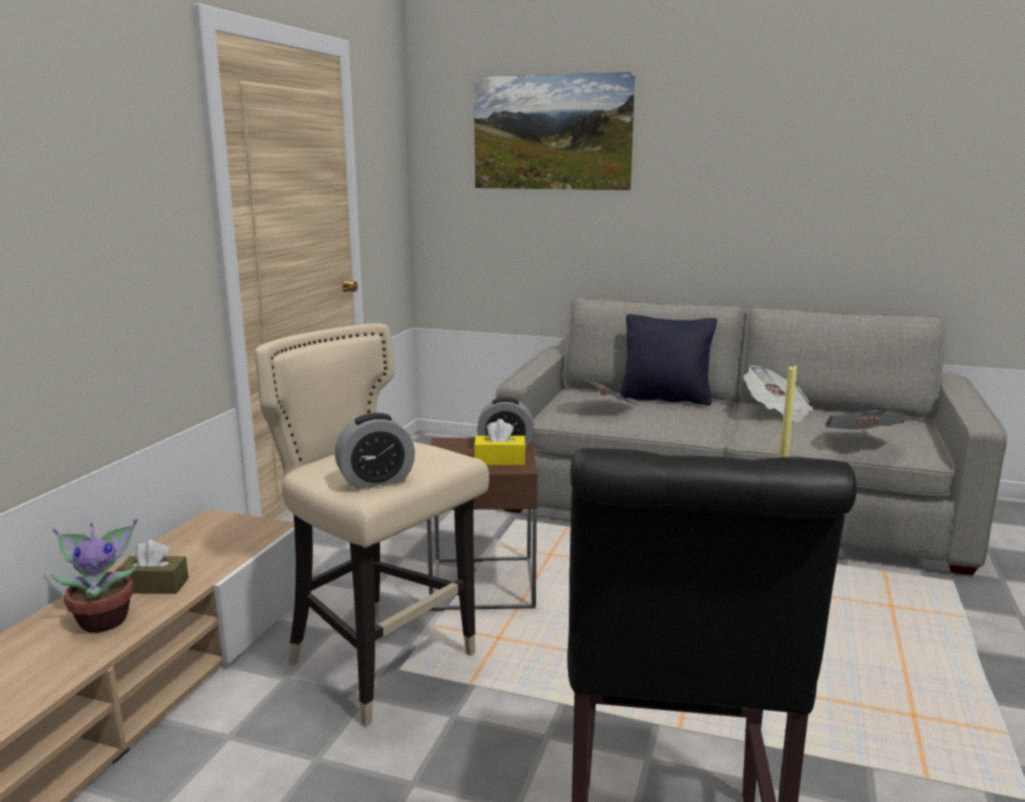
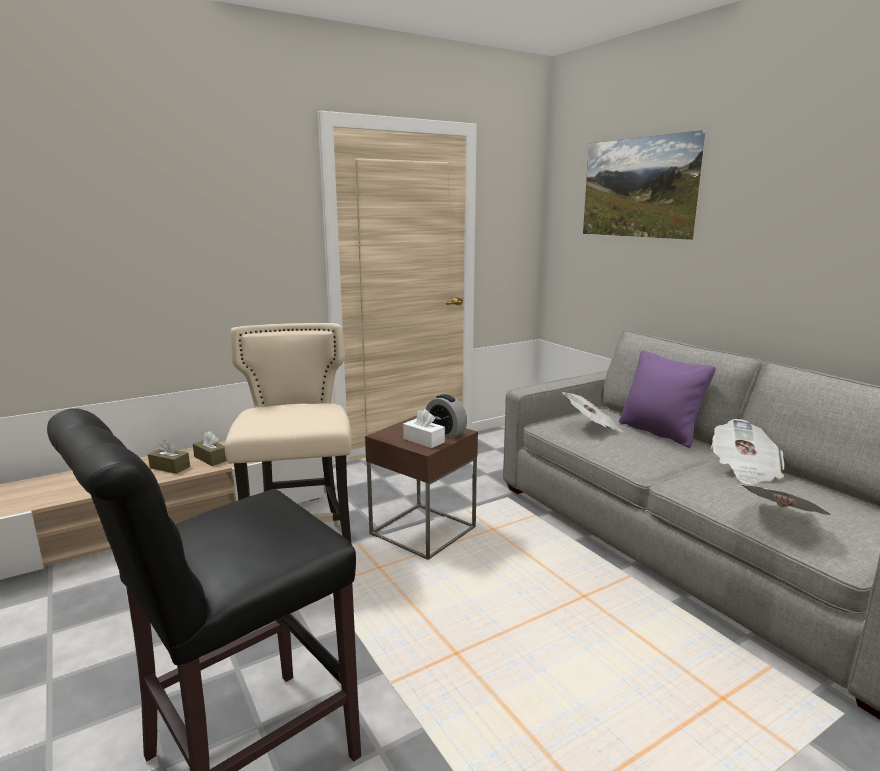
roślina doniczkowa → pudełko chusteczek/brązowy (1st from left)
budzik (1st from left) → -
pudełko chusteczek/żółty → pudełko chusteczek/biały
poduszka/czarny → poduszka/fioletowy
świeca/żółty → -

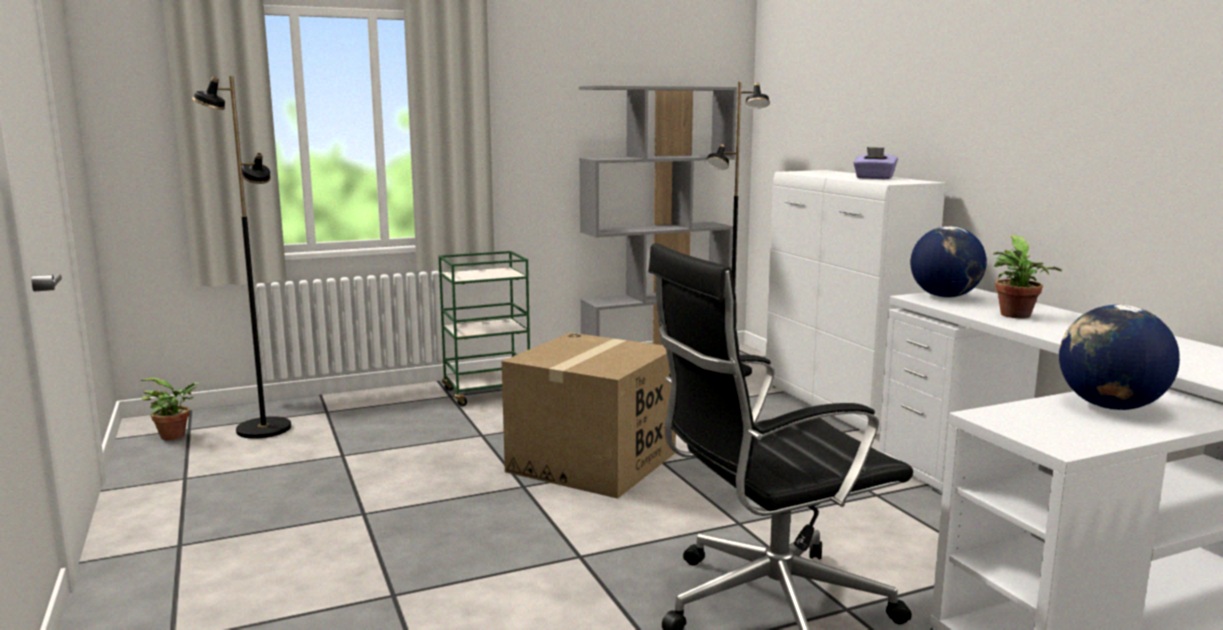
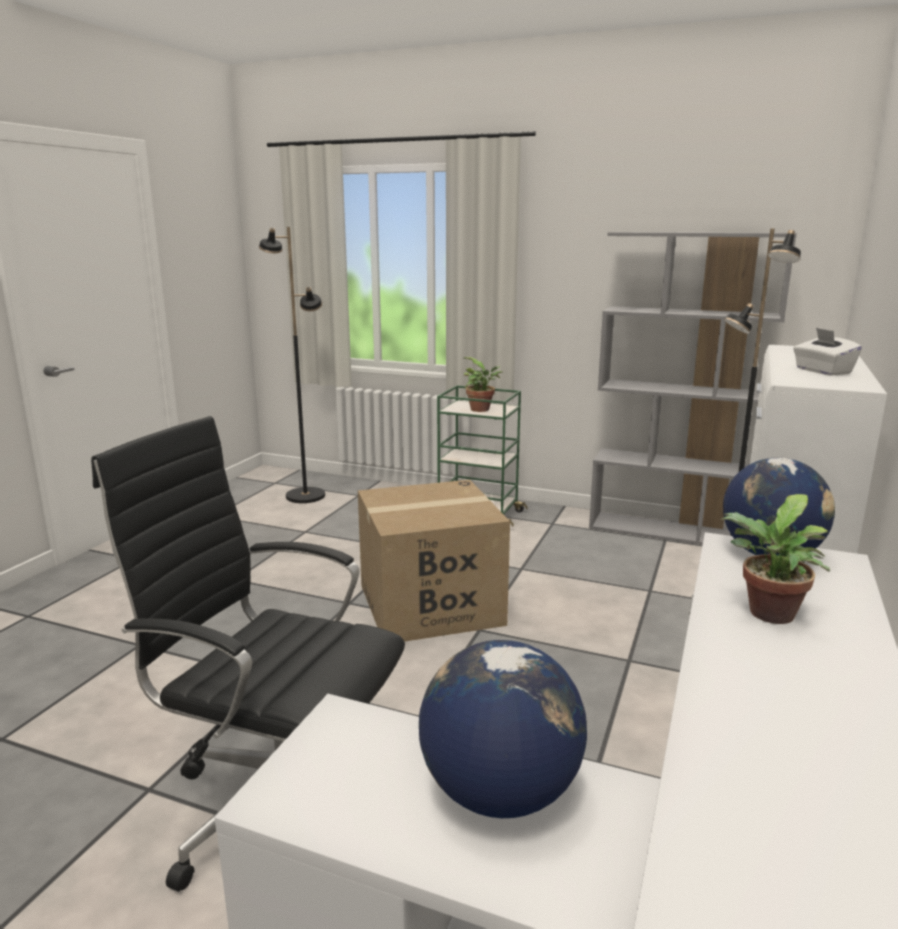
roślina doniczkowa (1st from left), move
pudełko chusteczek/fioletowy → pudełko chusteczek/biały

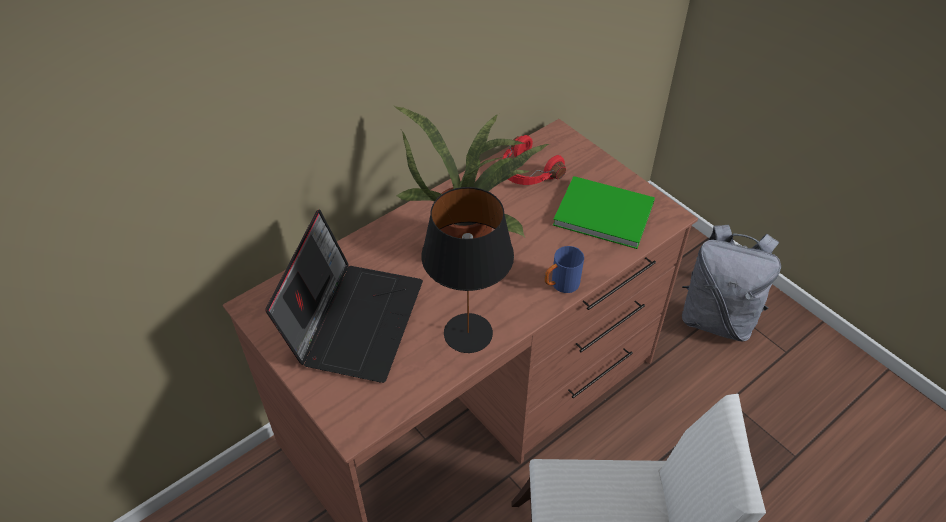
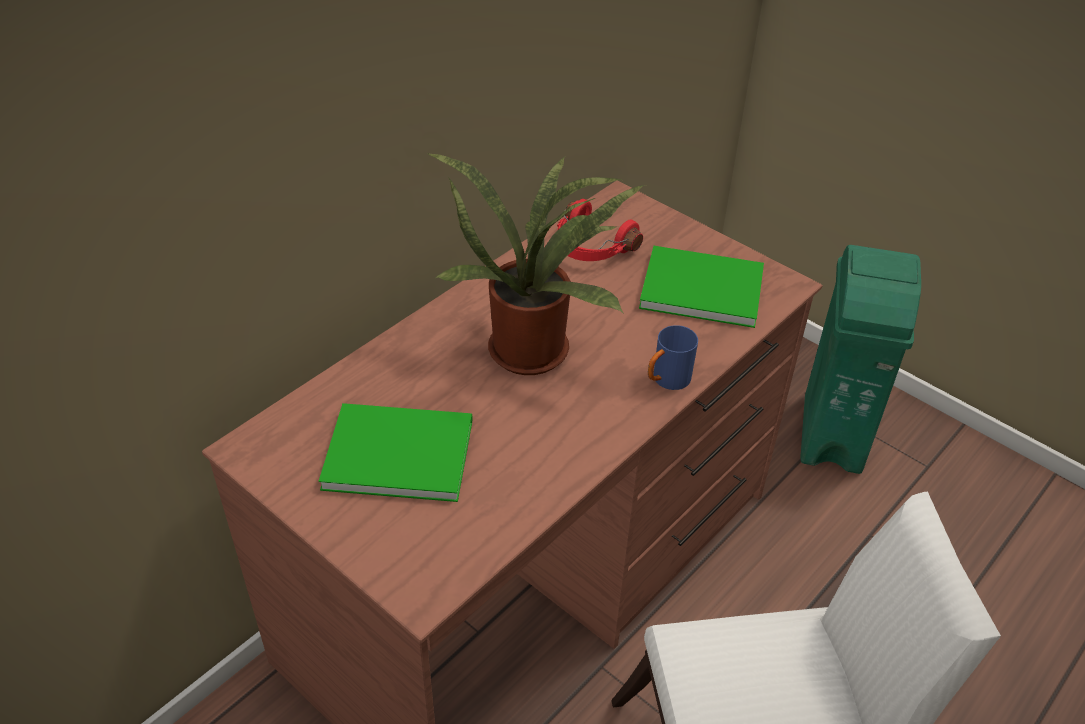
laptop → książka/zielony (1st from left)
lampa stołowa/czarny → -
plecak/szary → kosz na śmieci/zielony

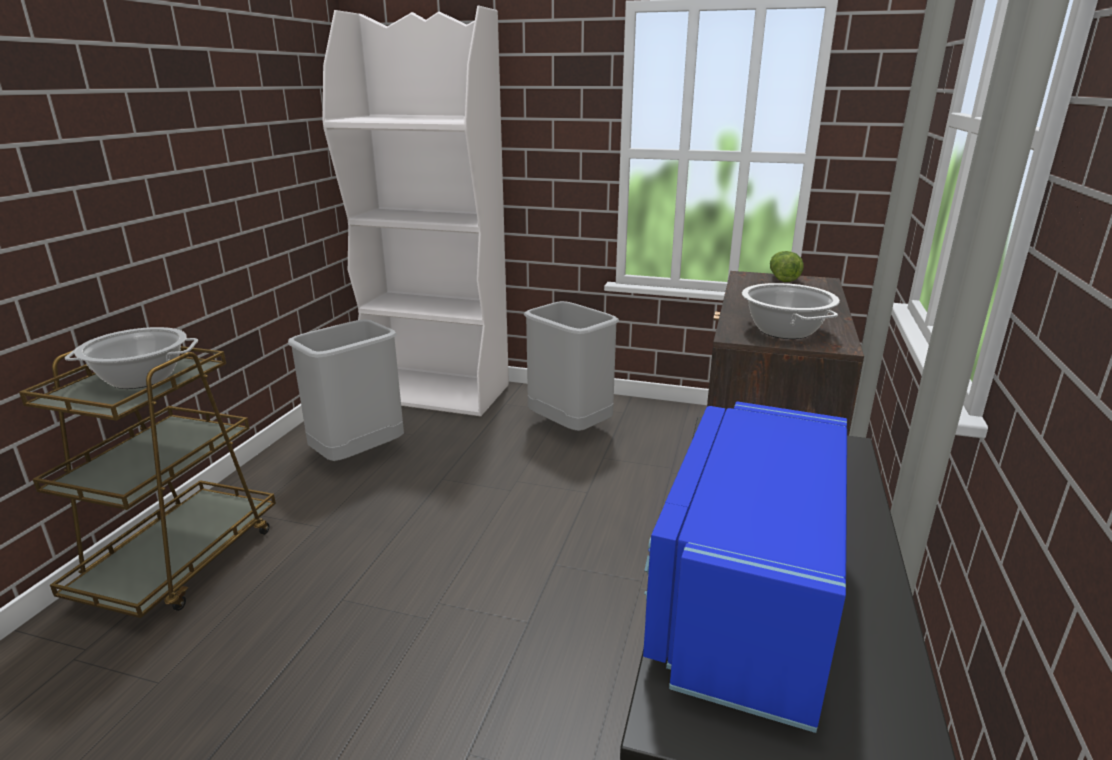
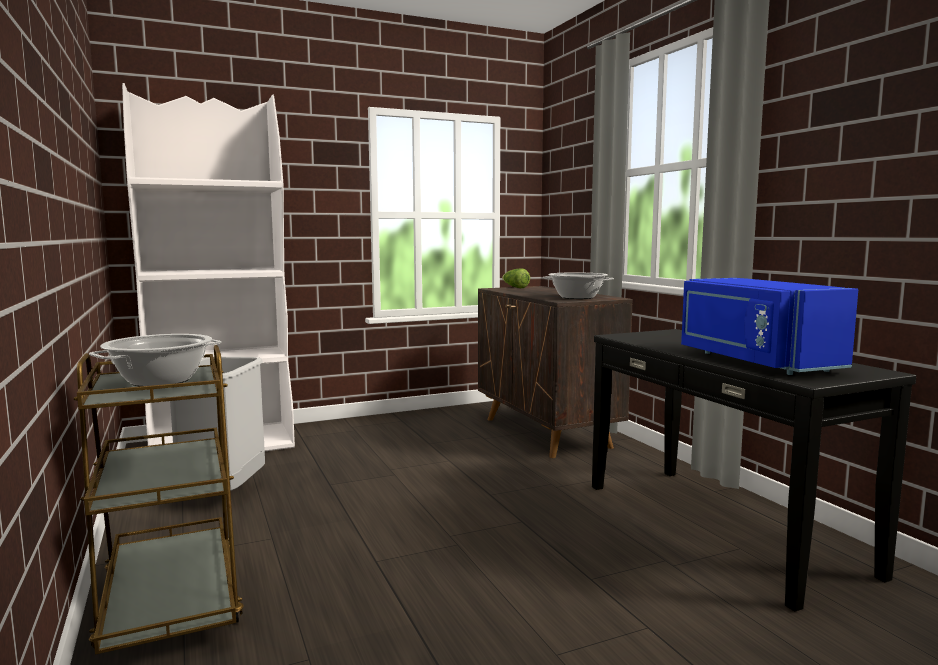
kosz na śmieci/szary (2nd from left) → -

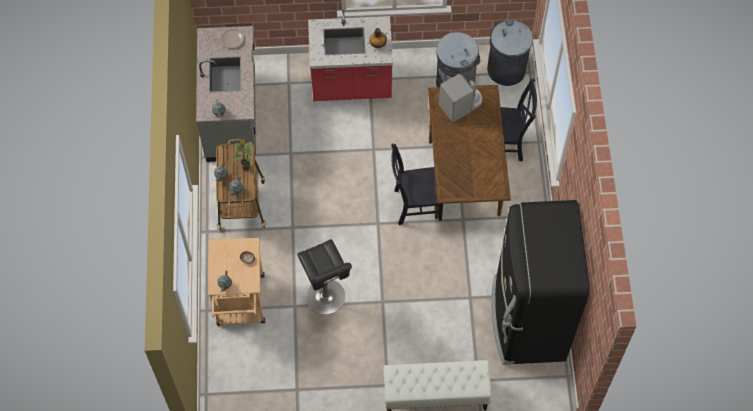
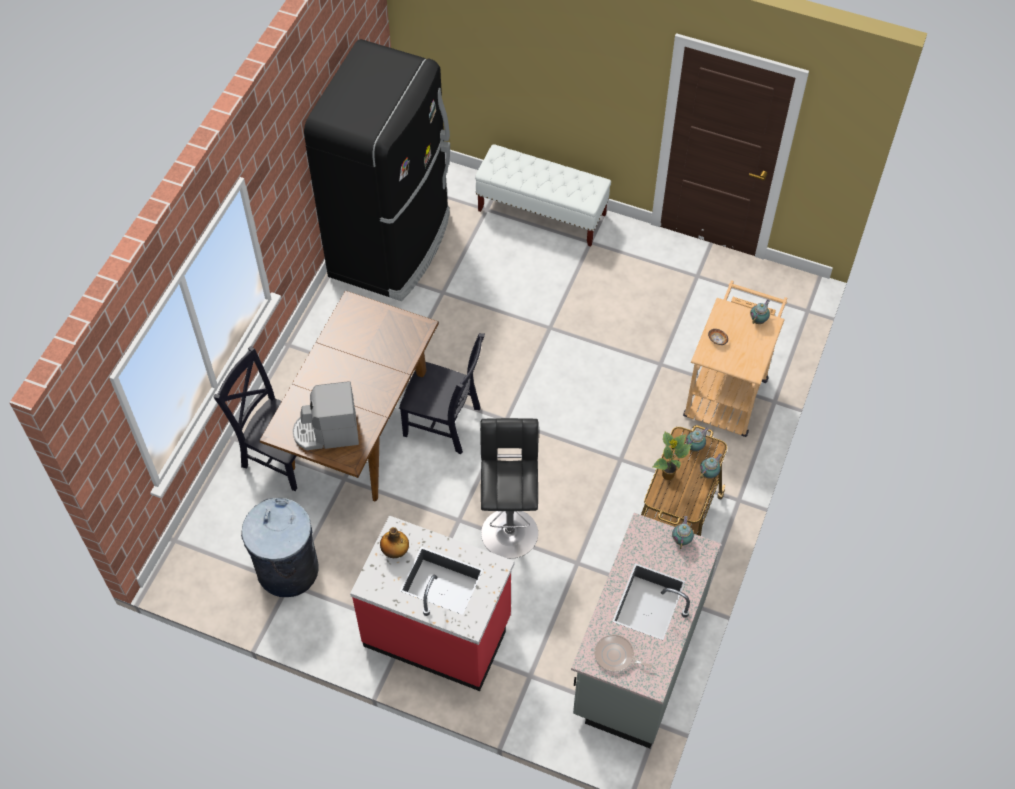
stołek/czarny, move
kosz na śmieci/szary (2nd from left) → -

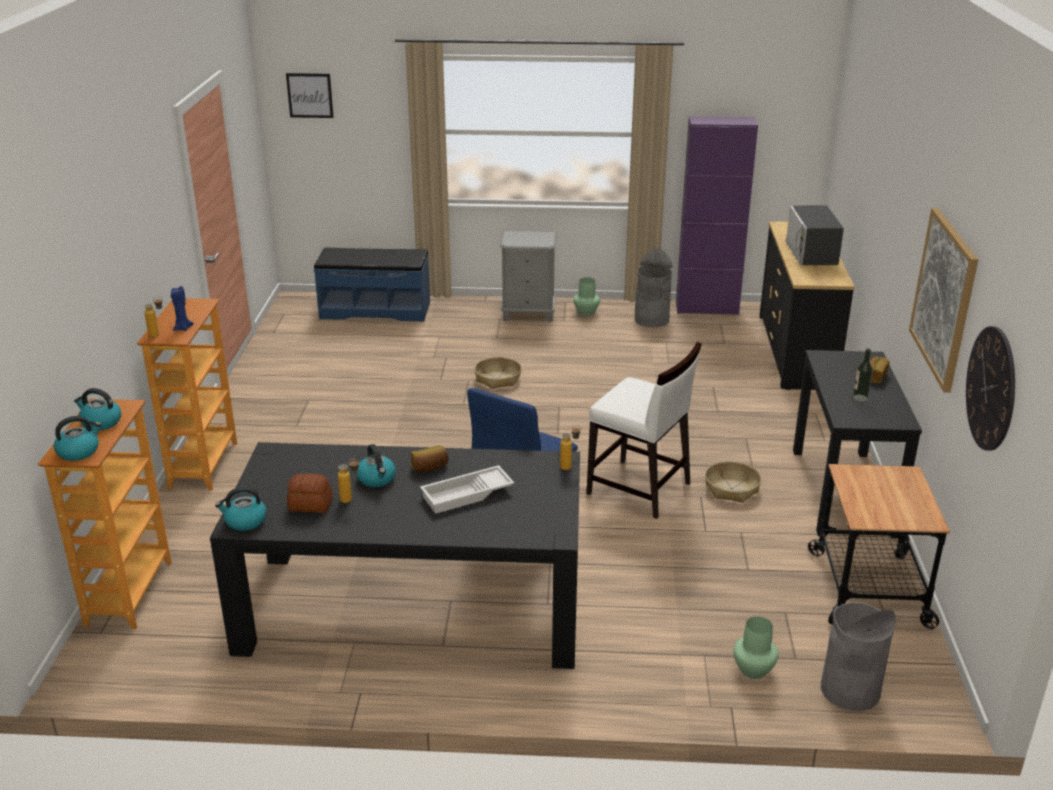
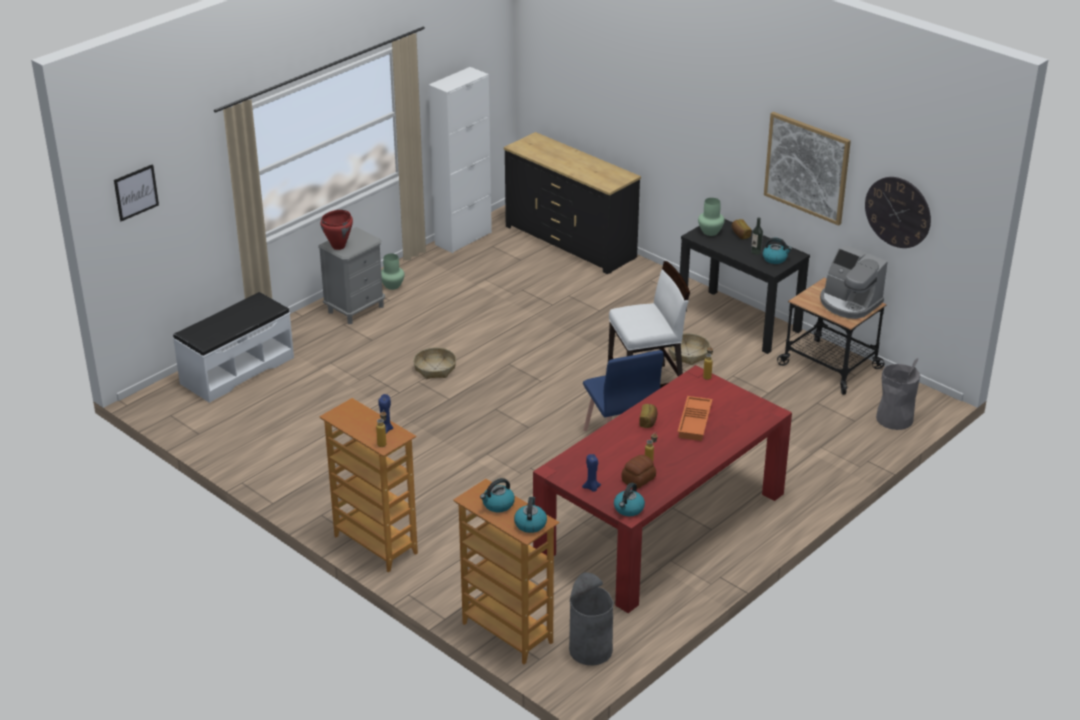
stół jadalny/czarny → stół jadalny/czerwony
ławka/niebieski → ławka/biały
czajnik (4th from left), move
taca/biały → taca/pomarańczowy
kosz na śmieci/szary (1st from left), move
szafka/fioletowy → szafka/biały
wazon/zielony (2nd from left), move
mikrofalówka → -
- → garnek/czerwony
- → świeca/niebieski (2nd from left)
- → ekspres do kawy

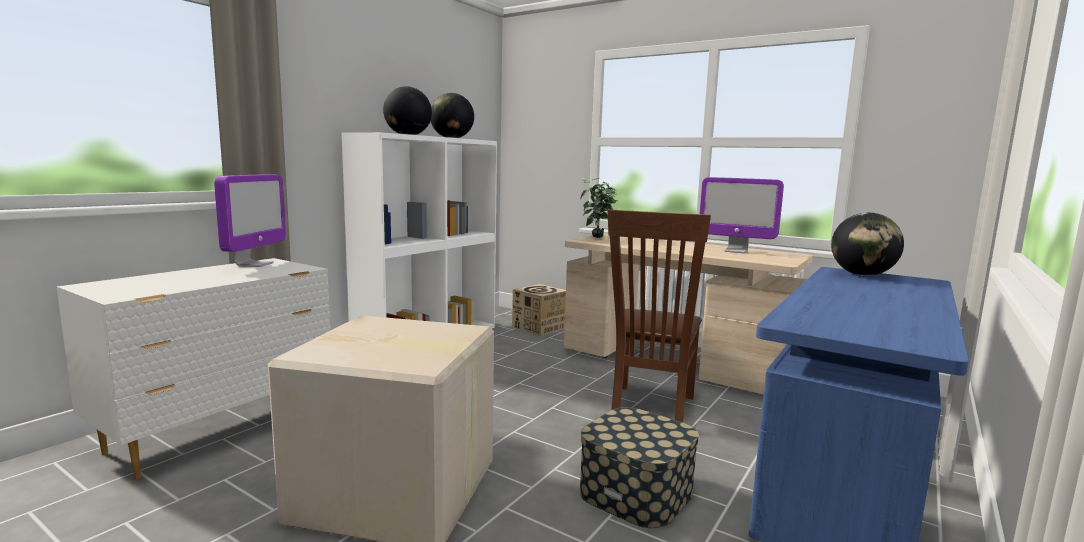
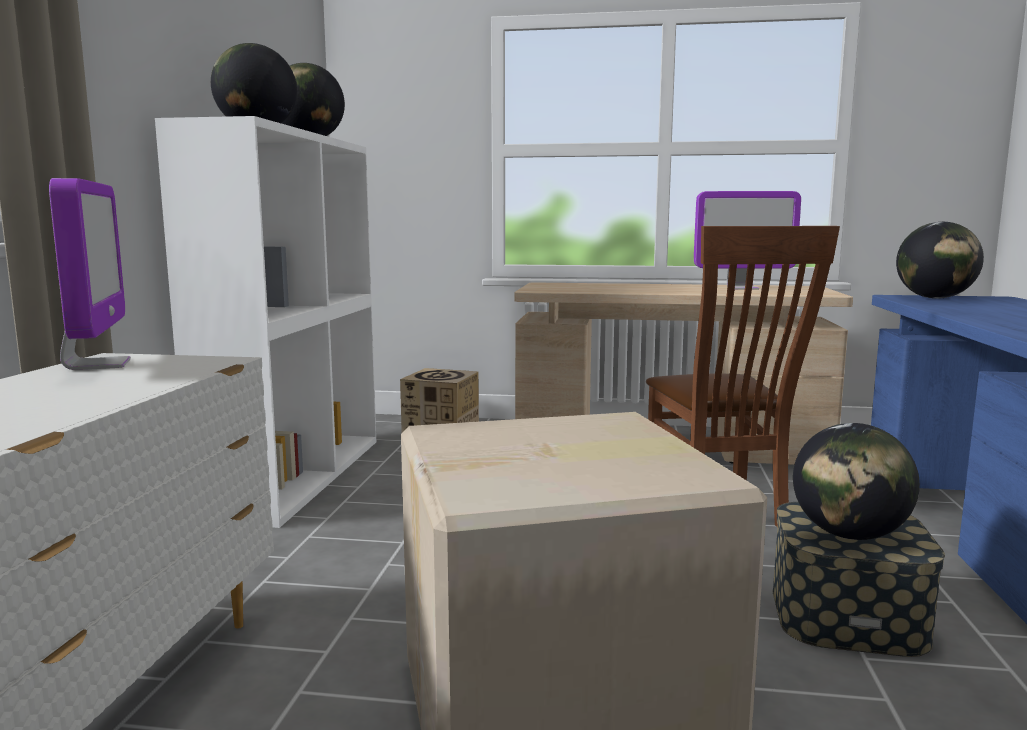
roślina doniczkowa → -
- → globus (3rd from left)

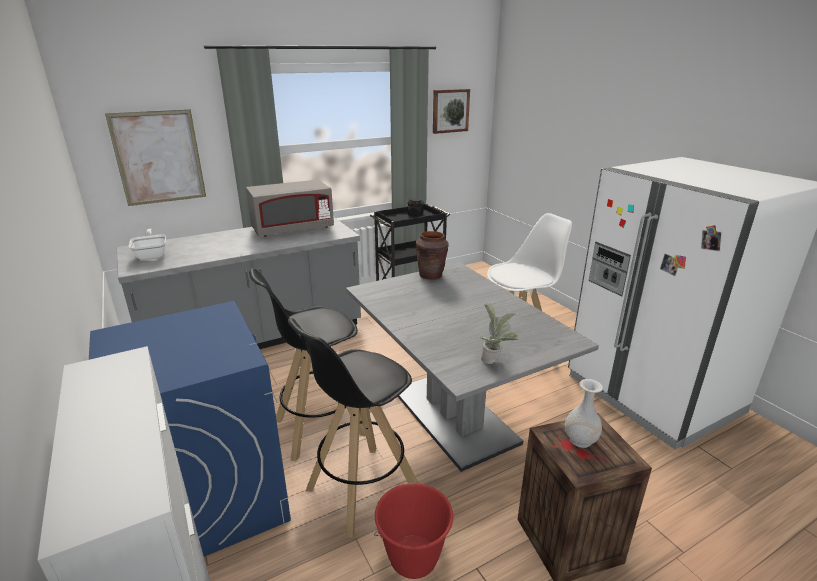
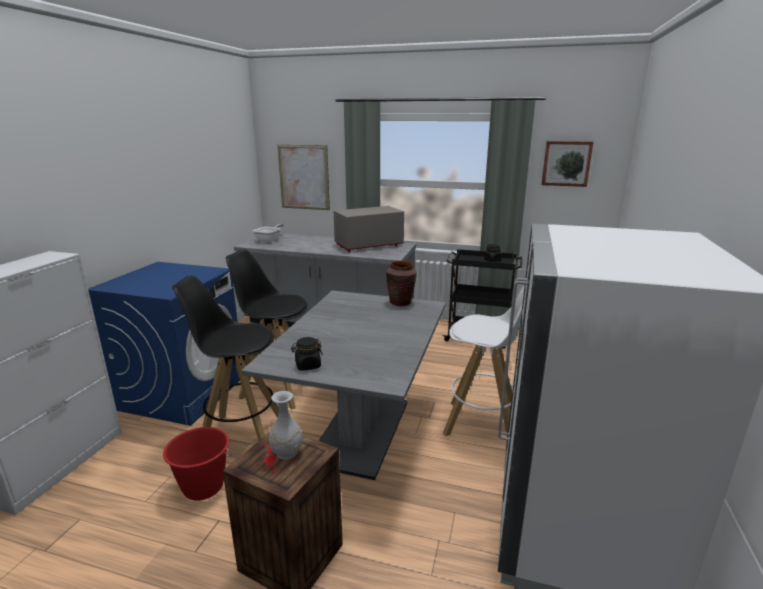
mikrofalówka/szary, 135 degrees clockwise
roślina doniczkowa → słoik/czarny (1st from left)

